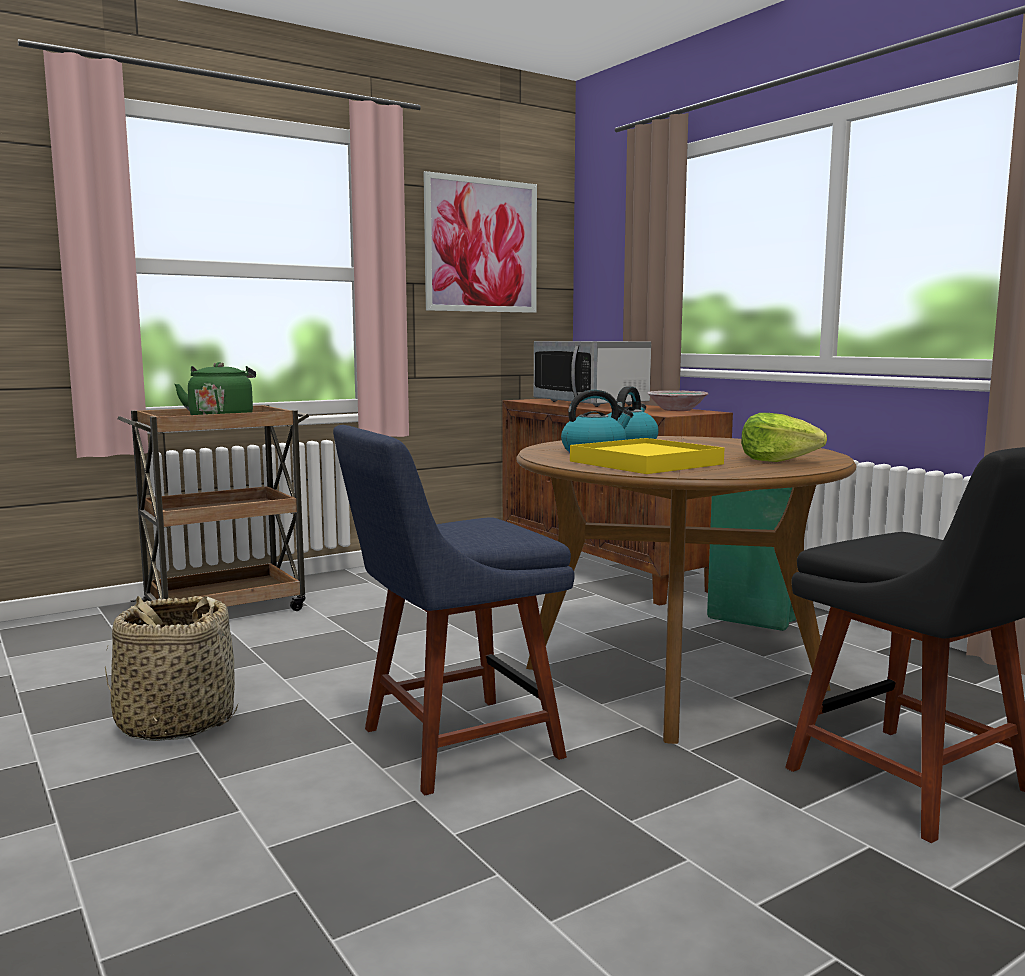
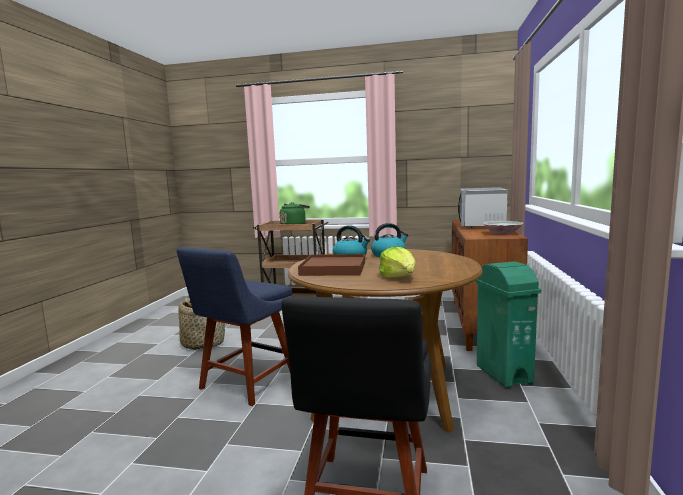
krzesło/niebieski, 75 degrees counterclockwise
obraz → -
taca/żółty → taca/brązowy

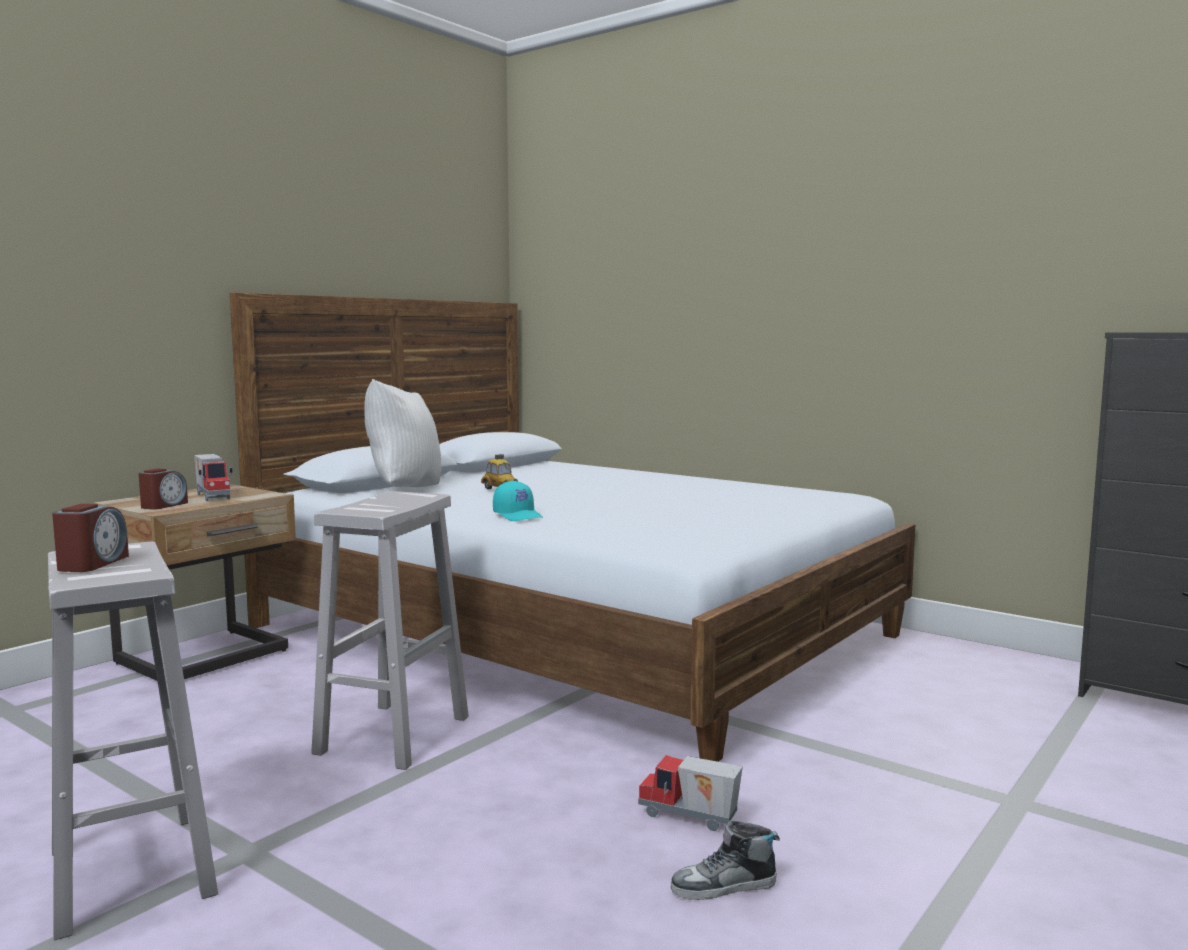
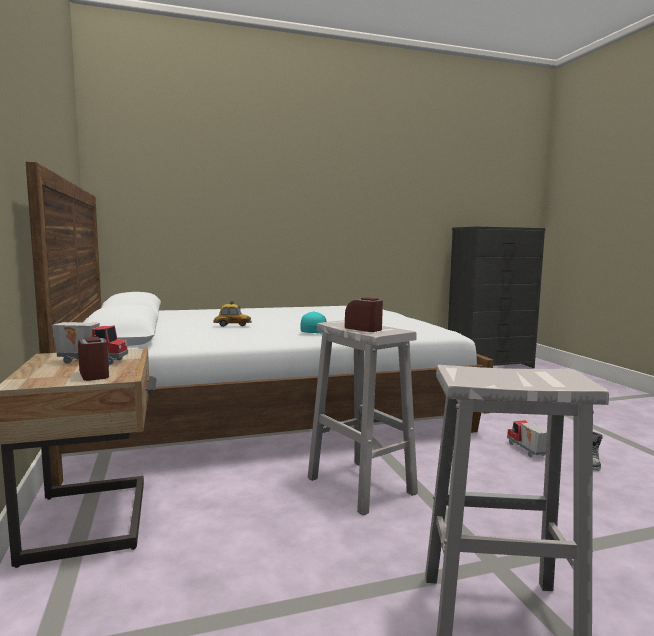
budzik (1st from left in the first image) → budzik (2nd from left), move
poduszka/biały → -
ciężarówka zabawkowa (2nd from left), 105 degrees clockwise

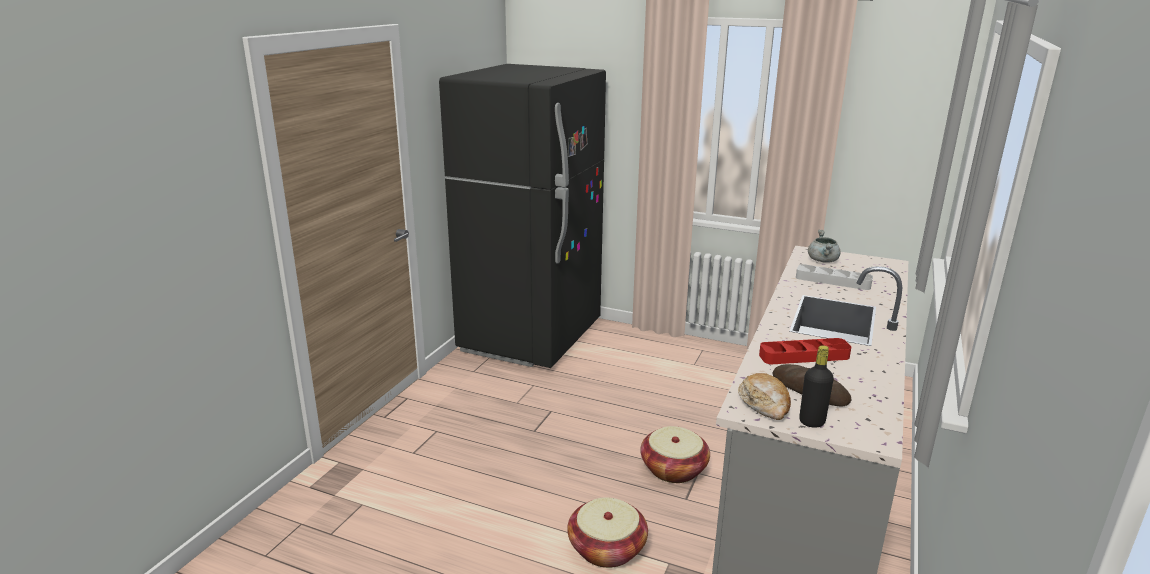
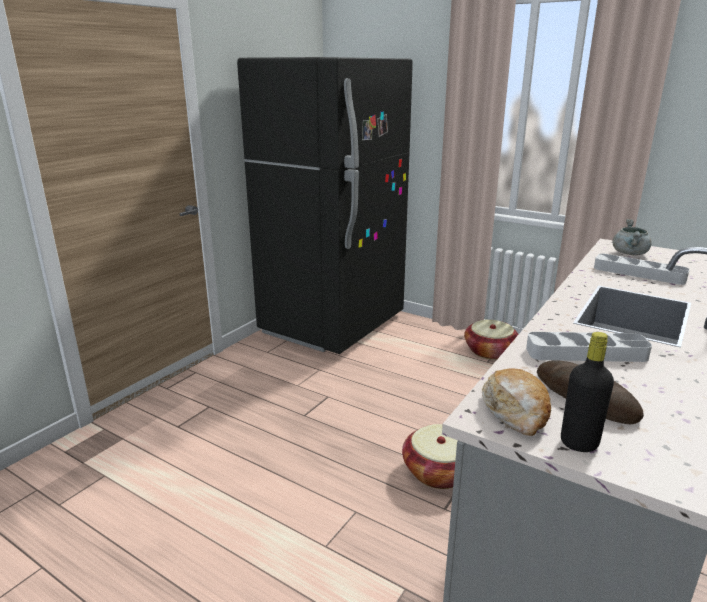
koszyk (1st from left in the first image) → koszyk (2nd from left), move
taca/czerwony → taca/szary (1st from left)

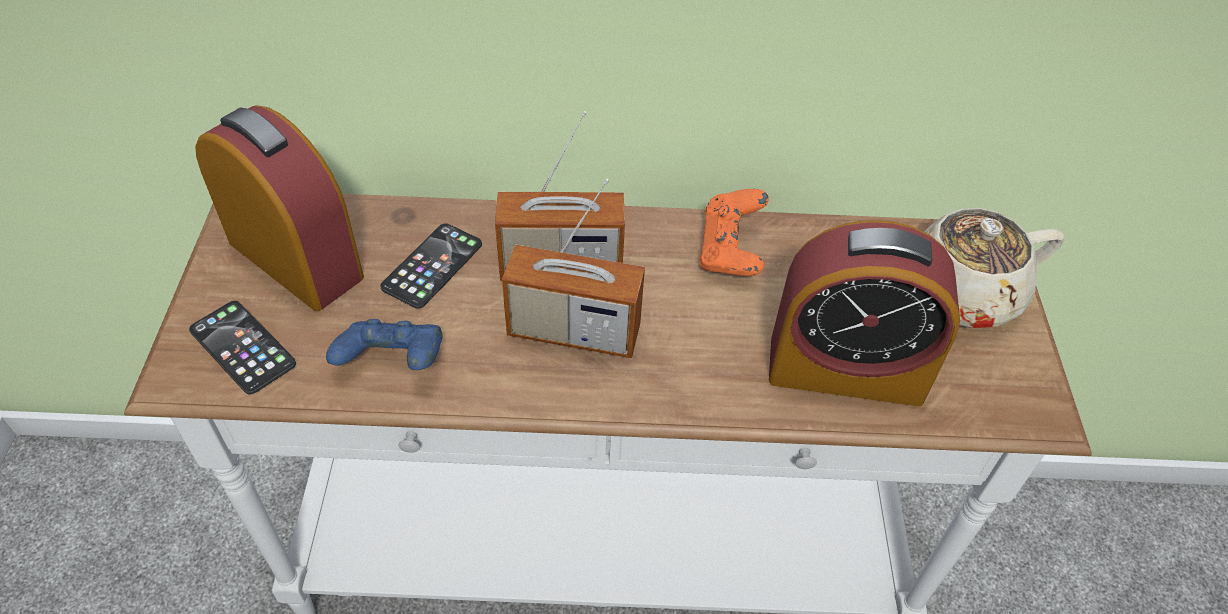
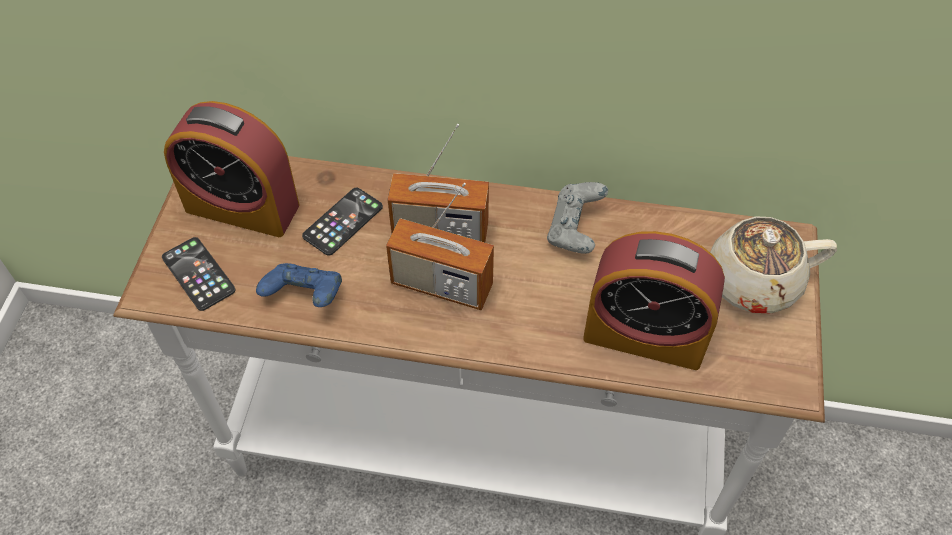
budzik (1st from left), 150 degrees clockwise
pad do gier/pomarańczowy → pad do gier/szary

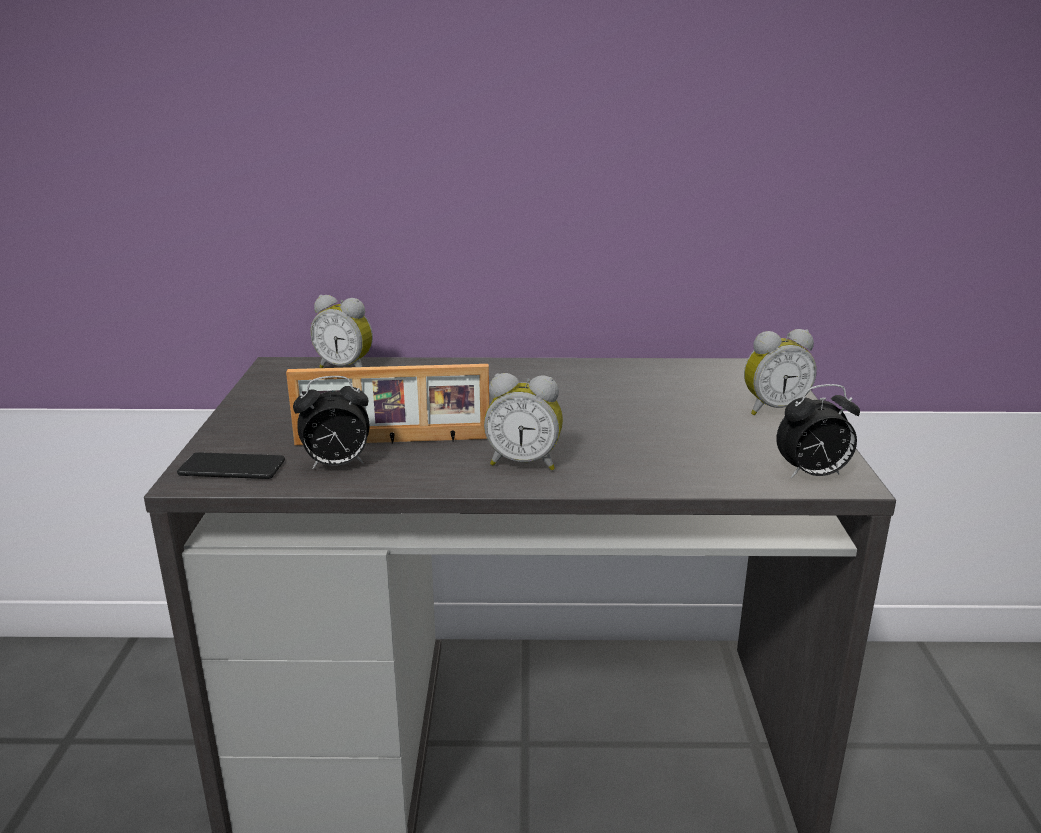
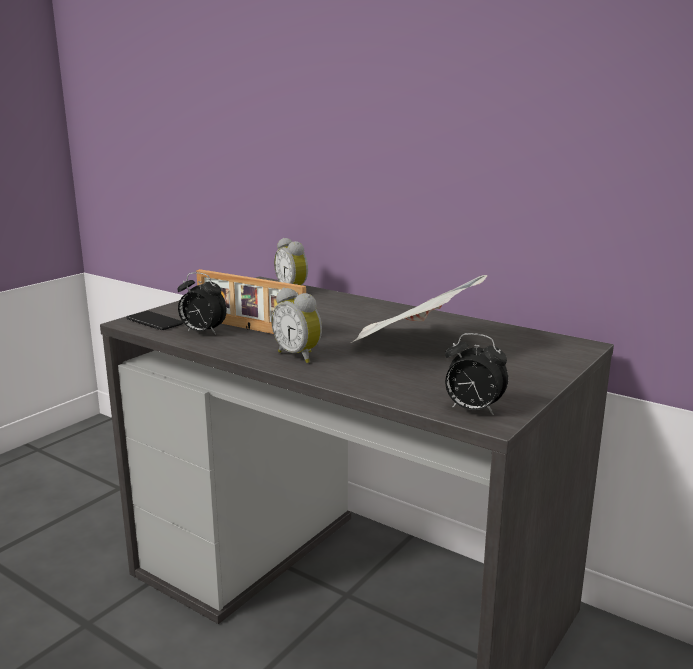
budzik (4th from left) → -
- → gazeta

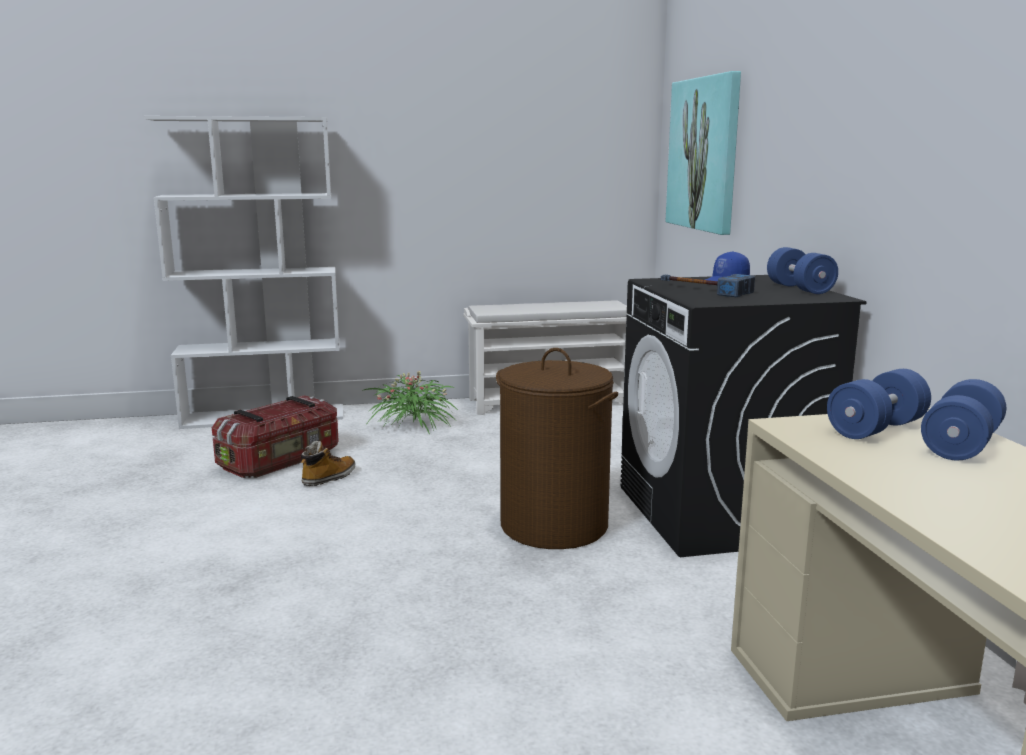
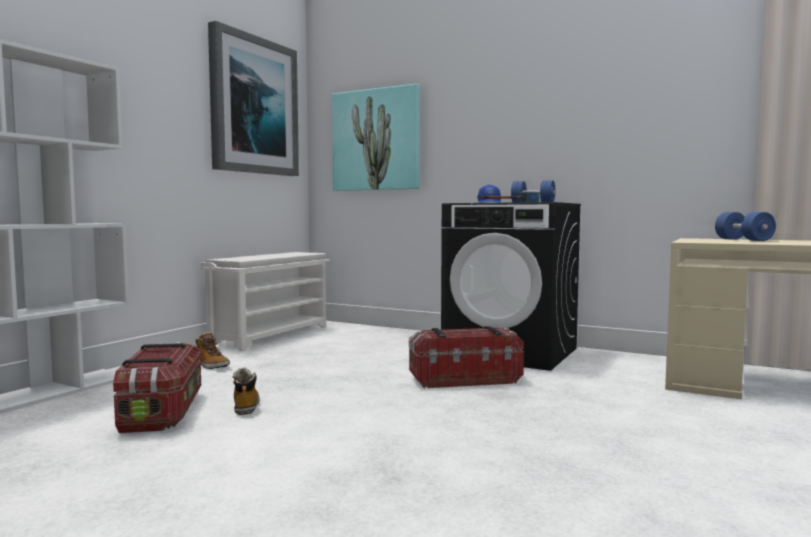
roślina doniczkowa → but z cholewką (1st from left)
kosz na pranie/brązowy → pojemnik do przechowywania (2nd from left)
hantel/niebieski (2nd from left) → -
- → obraz (1st from left)

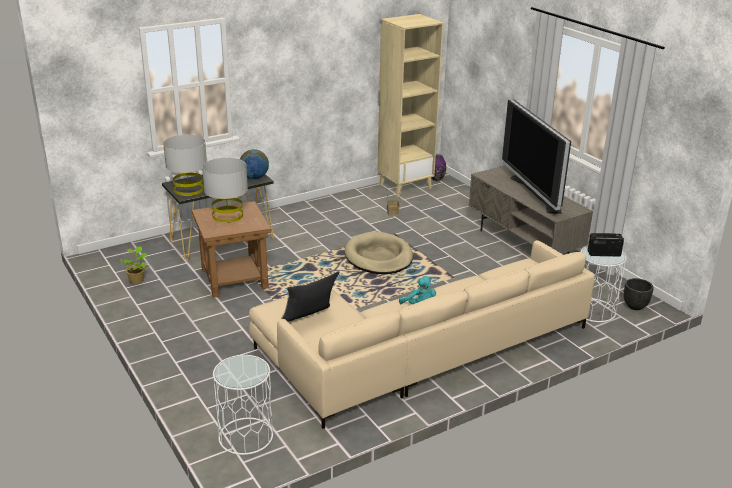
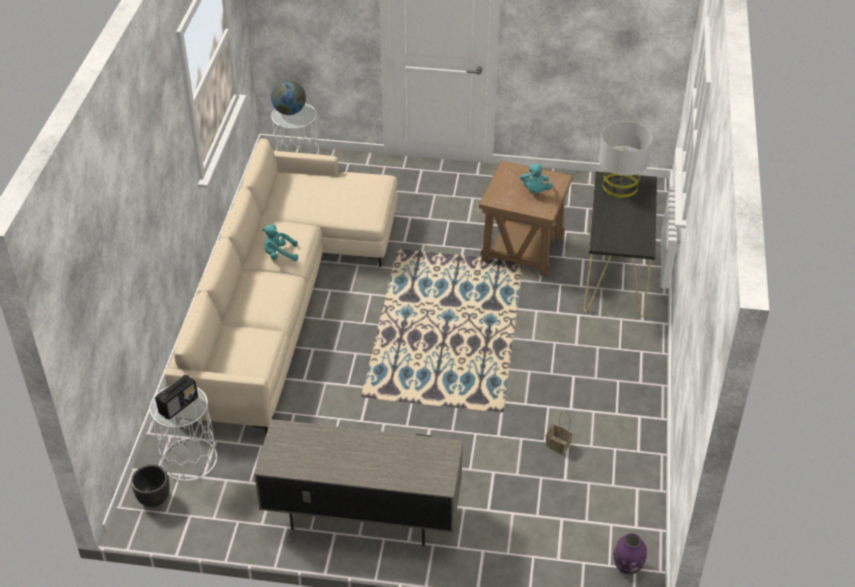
roślina doniczkowa → -
lampa stołowa/szary (2nd from left) → pluszak/turkusowy (2nd from left)
globus, move
poduszka/beżowy → -
legowisko/beżowy → -
regał/beżowy → -
telewizor → -

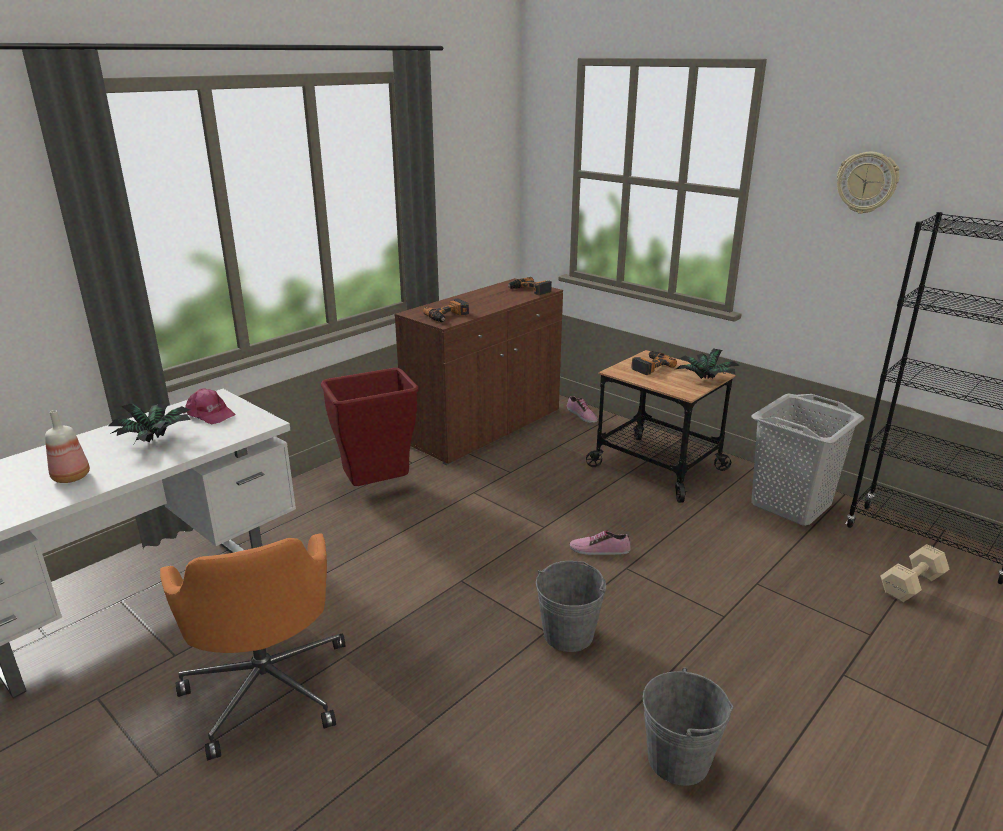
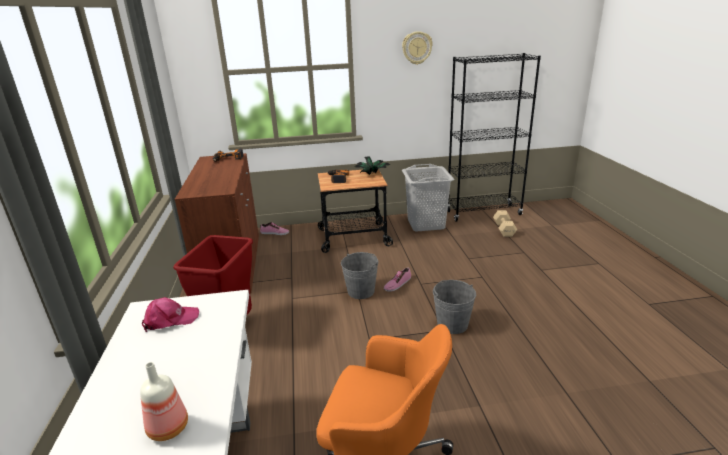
roślina doniczkowa (1st from left) → -
wiertarka (1st from left) → -
wiadro/szary (2nd from left in the first image) → wiadro/szary (1st from left), move

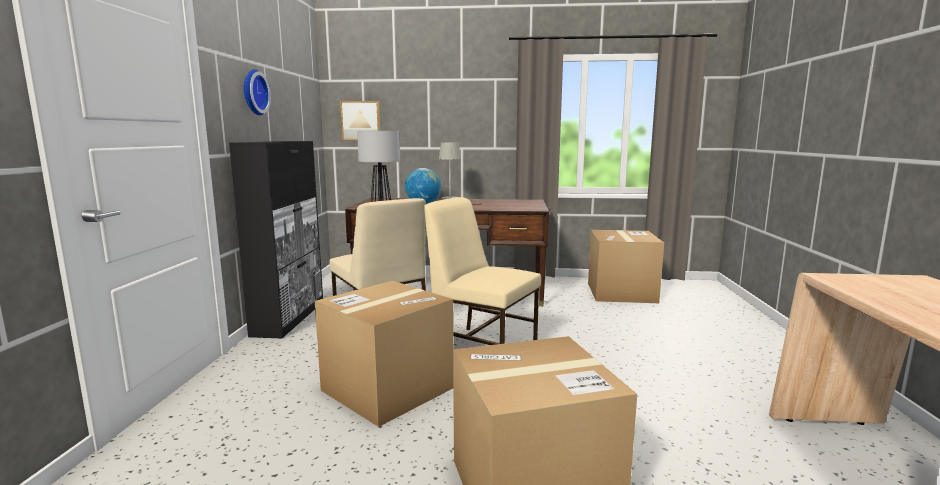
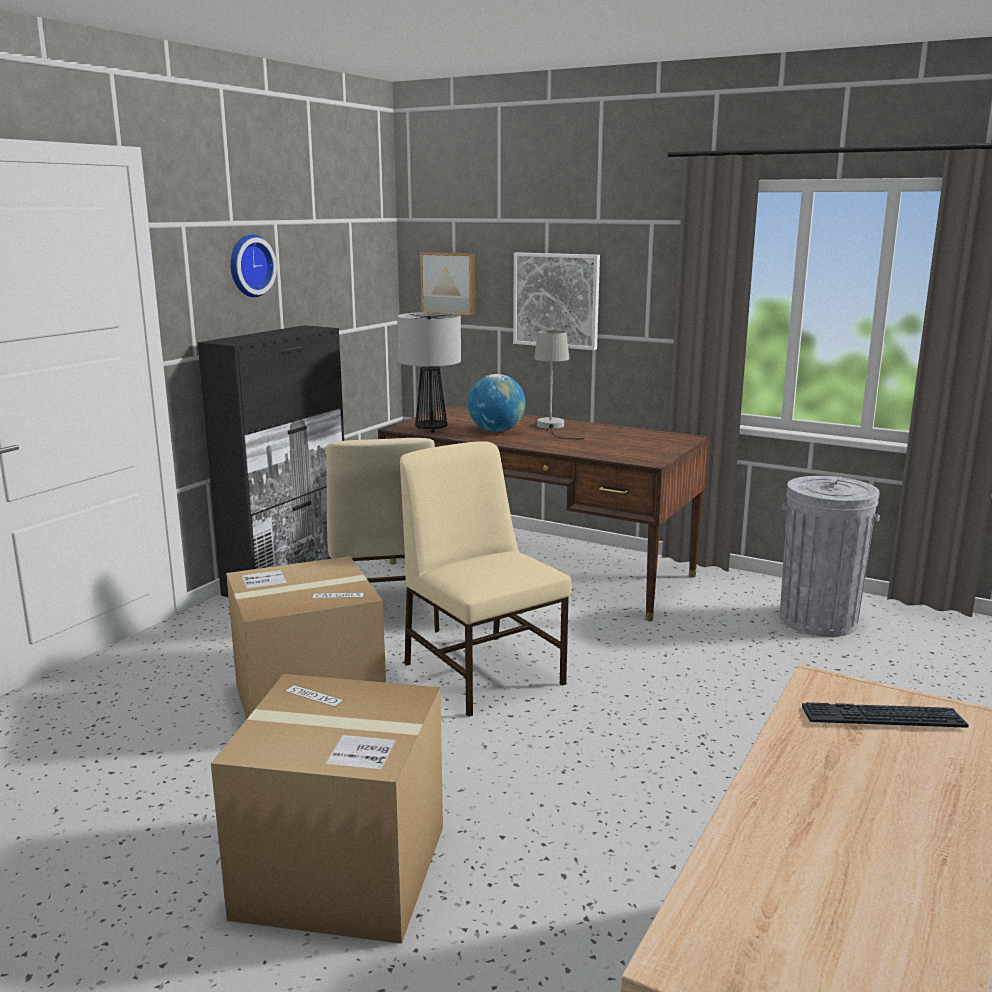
karton (3rd from left) → kosz na śmieci/szary
- → obraz (2nd from left)
- → klawiatura

